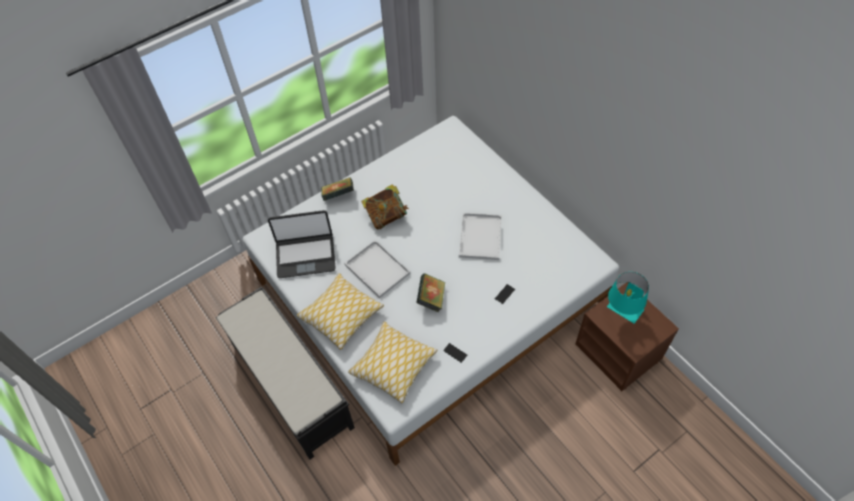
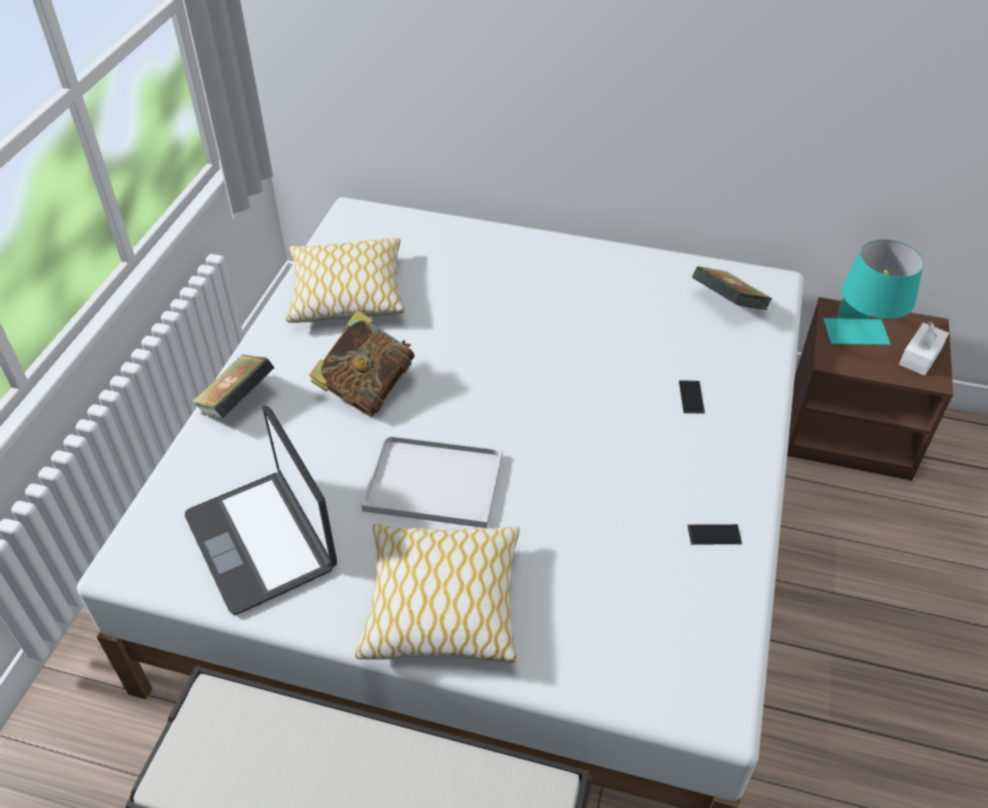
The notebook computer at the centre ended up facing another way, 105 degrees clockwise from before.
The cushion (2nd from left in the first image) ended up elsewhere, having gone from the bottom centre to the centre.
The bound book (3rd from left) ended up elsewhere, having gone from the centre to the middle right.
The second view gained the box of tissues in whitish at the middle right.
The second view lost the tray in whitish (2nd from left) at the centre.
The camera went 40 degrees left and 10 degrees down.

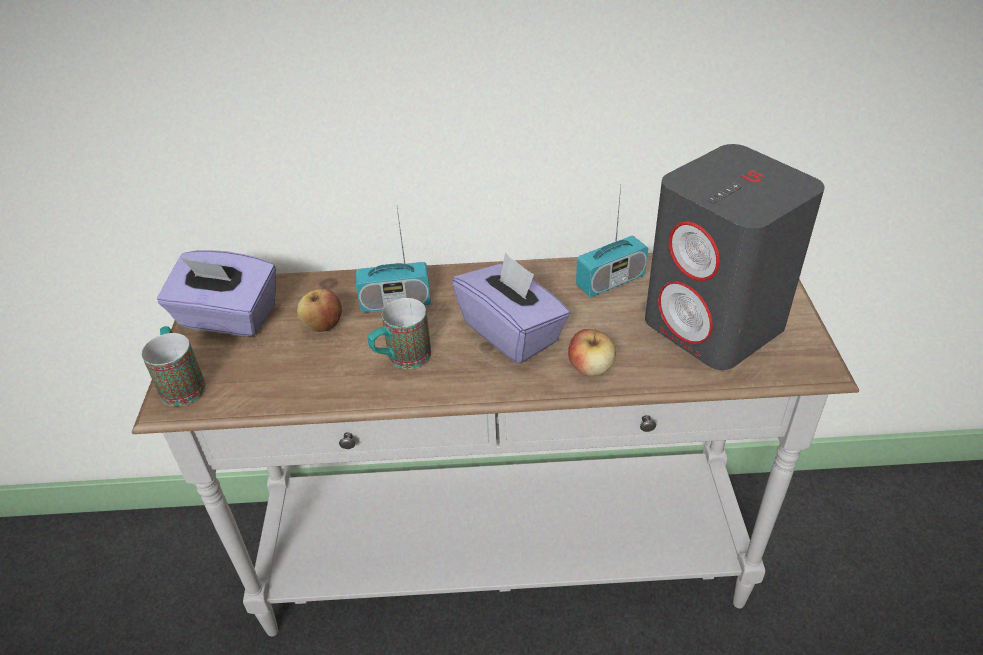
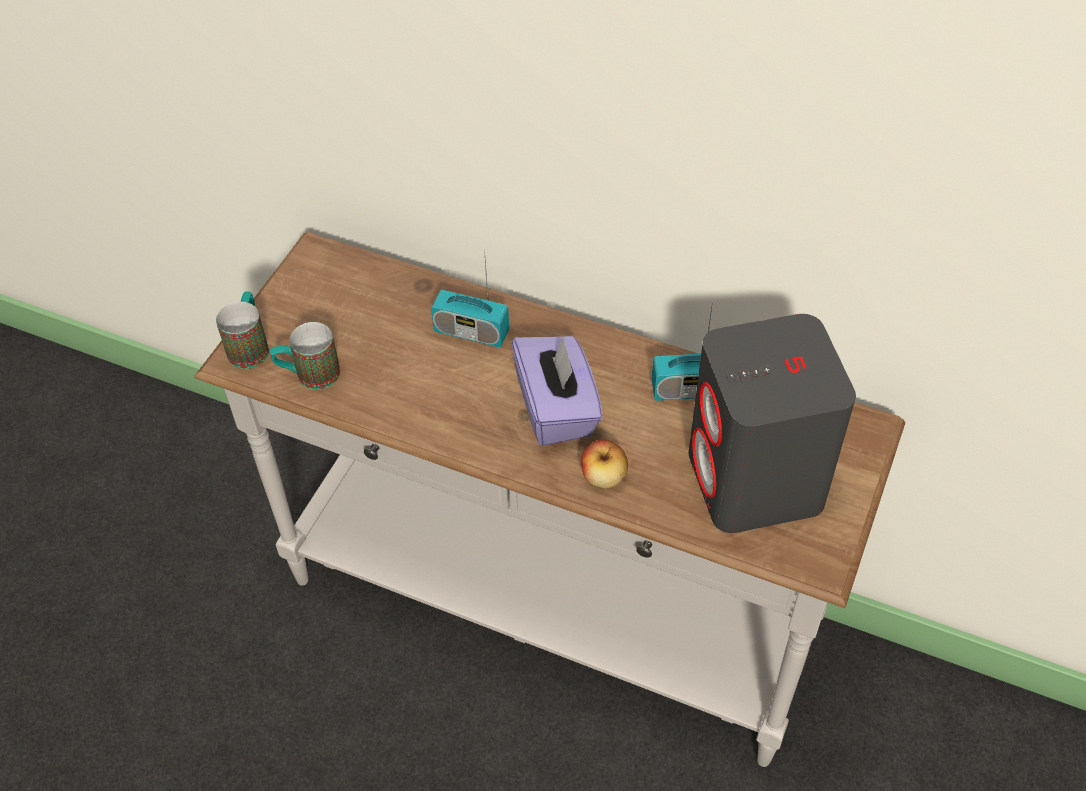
The mug (2nd from left) ended up elsewhere, having gone from the centre to the middle left.
The second view lost the box of tissues in purple (1st from left) at the middle left.
The second view lost the whole apple (1st from left) at the middle left.
The camera went 25 degrees right and 10 degrees up.

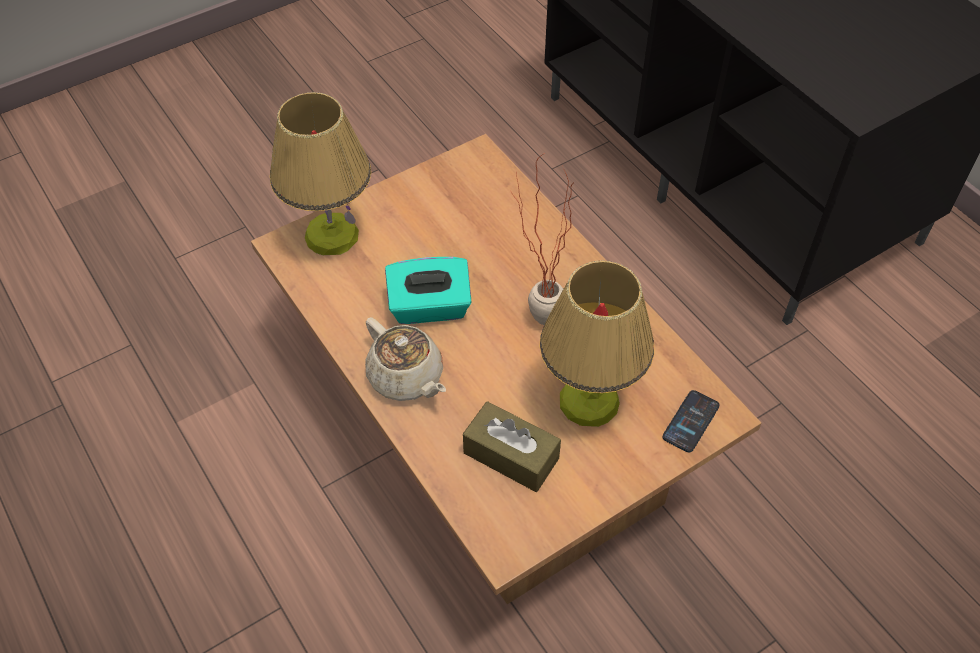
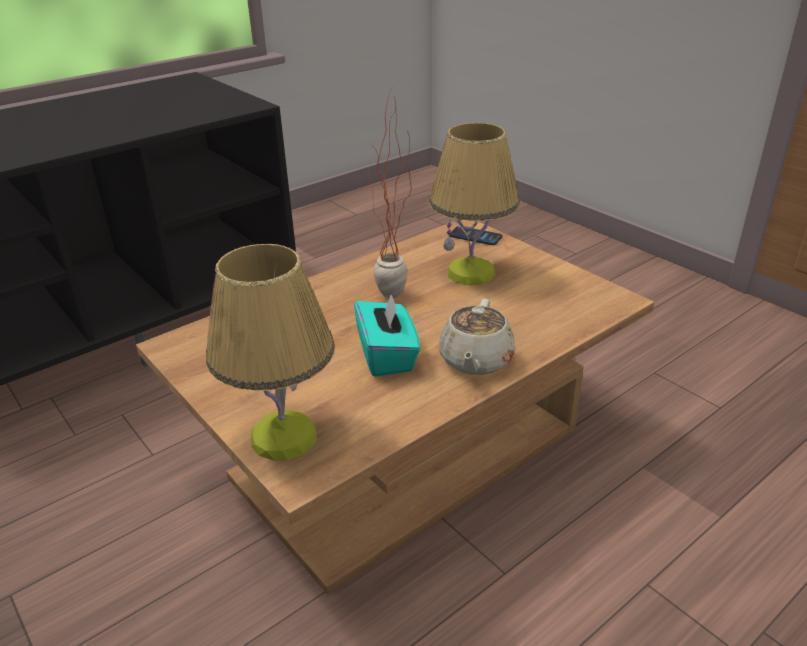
The teapot in sand-coloured at the centre ended up facing another way, 150 degrees clockwise from before.
The second view lost the box of tissues in brownish at the bottom centre.
The camera went 95 degrees left and 20 degrees down.

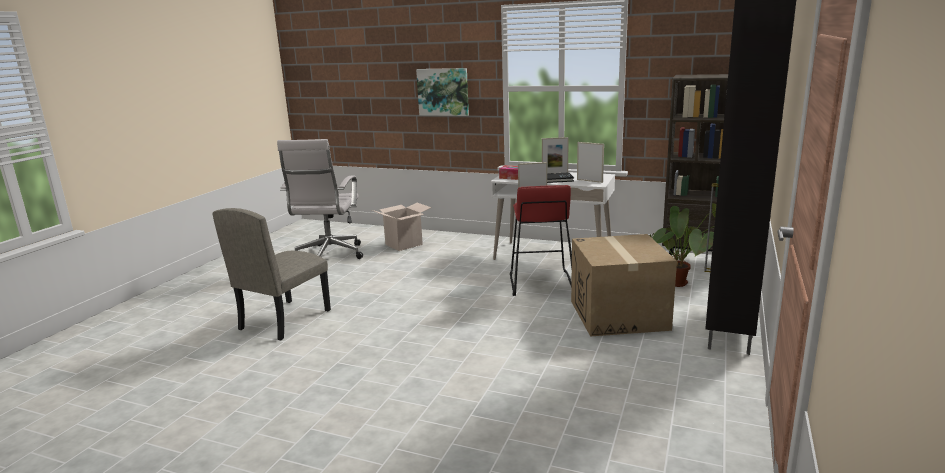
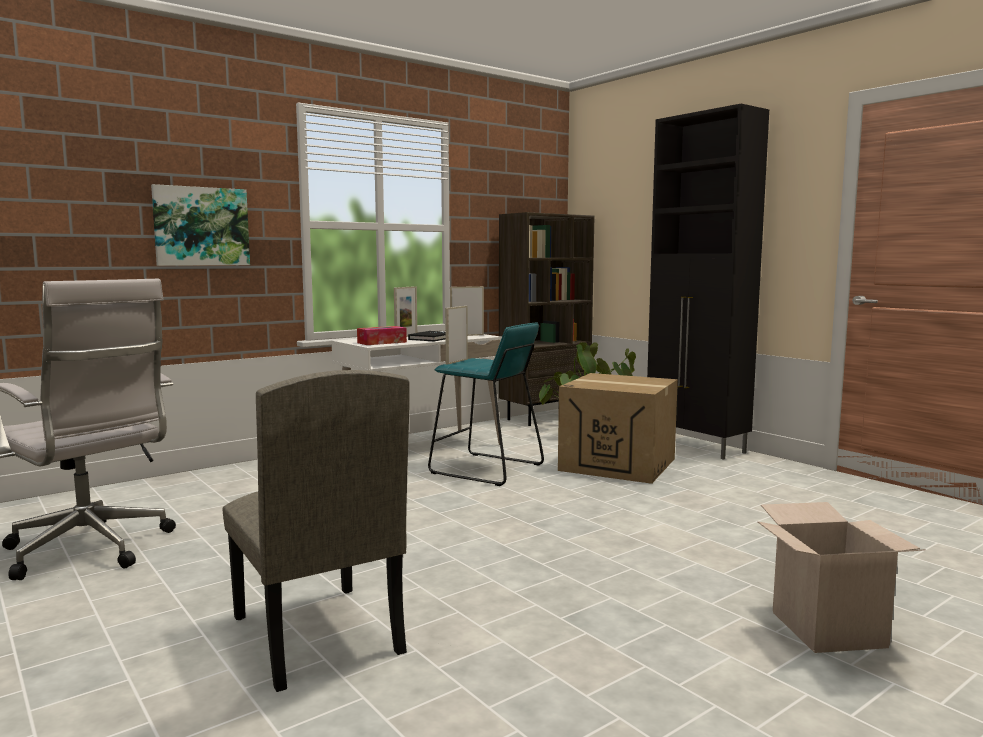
What was the sitting stool in red at the centre turned into the sitting stool in turquoise at the centre.
The packing box (1st from left in the first image) ended up elsewhere, having gone from the centre to the bottom right.
The camera went 60 degrees left and 10 degrees down.

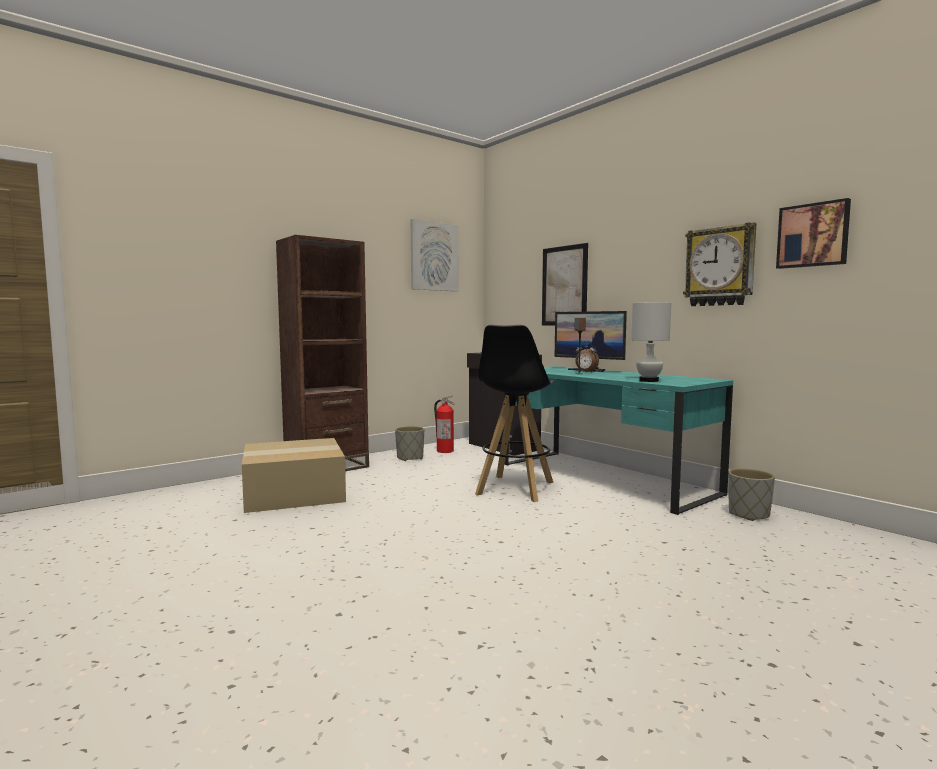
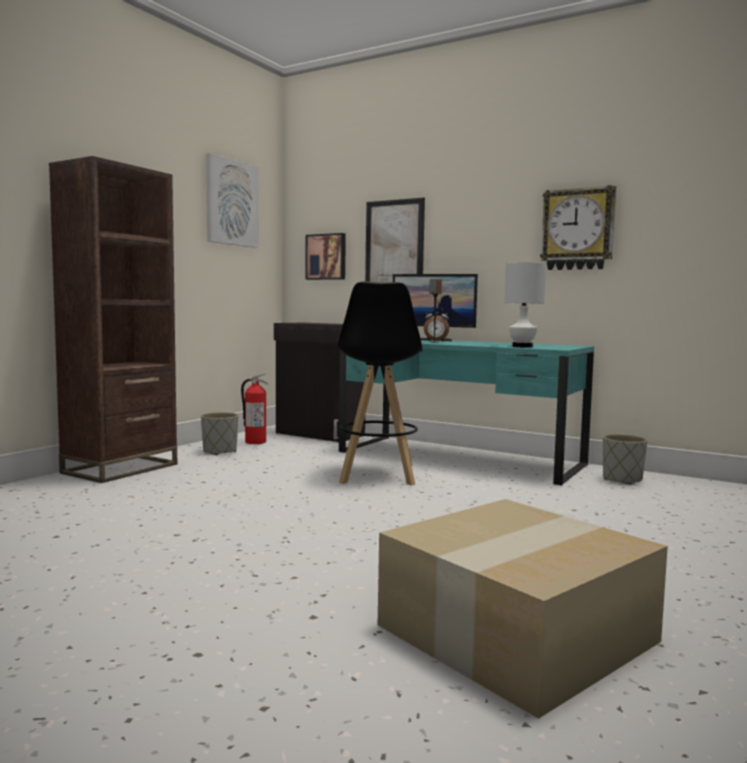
The wall art (3rd from left in the first image) ended up elsewhere, having gone from the top right to the centre.
The packing box ended up elsewhere, having gone from the middle left to the bottom right.
The camera went 20 degrees left and 0 degrees up.

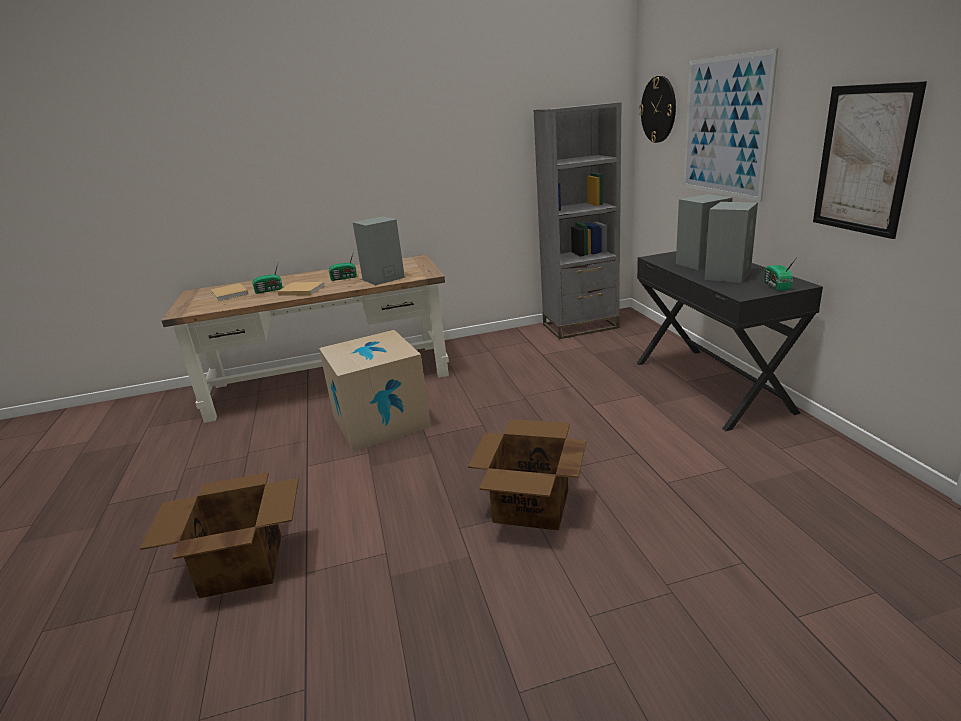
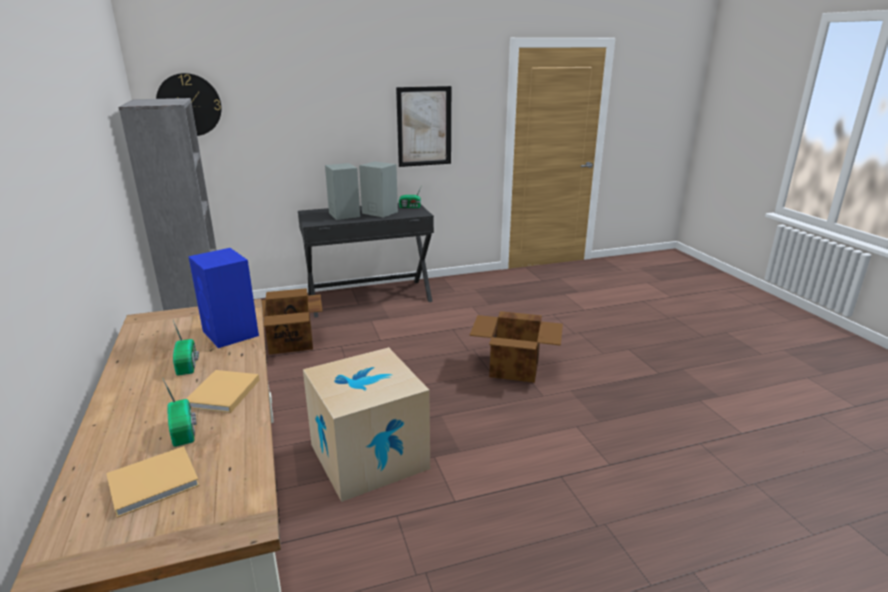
What was the speaker in grey (1st from left) at the centre turned into the speaker in blue at the middle left.
The packing box (1st from left) ended up elsewhere, having gone from the bottom left to the middle left.
The second view lost the wall art (1st from left) at the top right.
The camera went 95 degrees left and 0 degrees up.

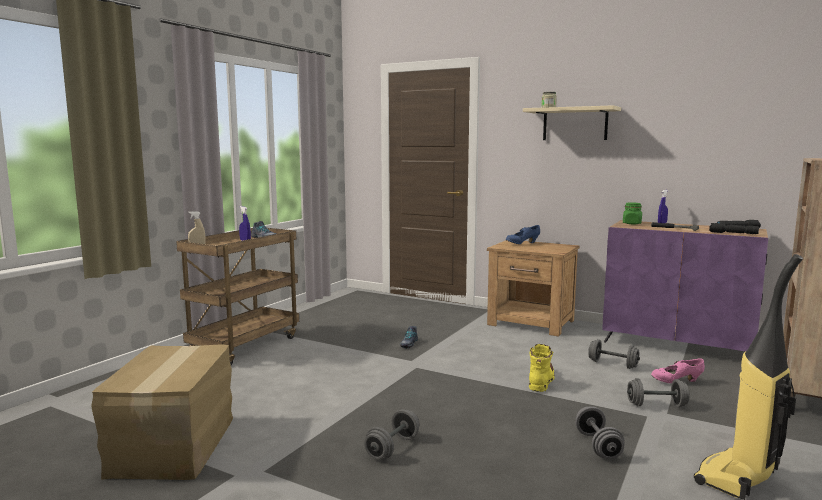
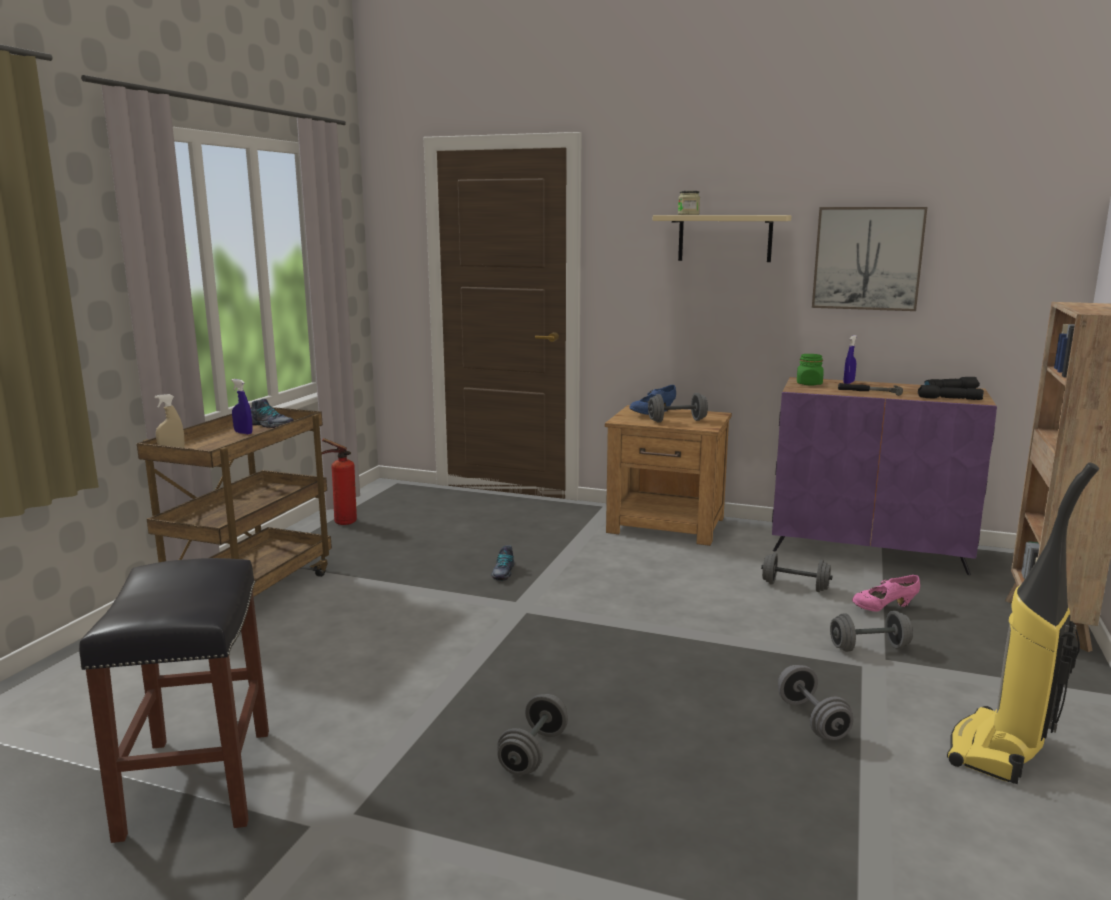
Where the packing box stood at the bottom left, the sitting stool in black-coloured came to stand at the bottom left.
The second view gained the fire extinguisher at the middle left.
The second view gained the free weight in grey (2nd from left) at the centre.
The second view gained the wall art at the top right.
The second view lost the tall boot in yellowish at the bottom centre.
The camera went 10 degrees left and 5 degrees up.

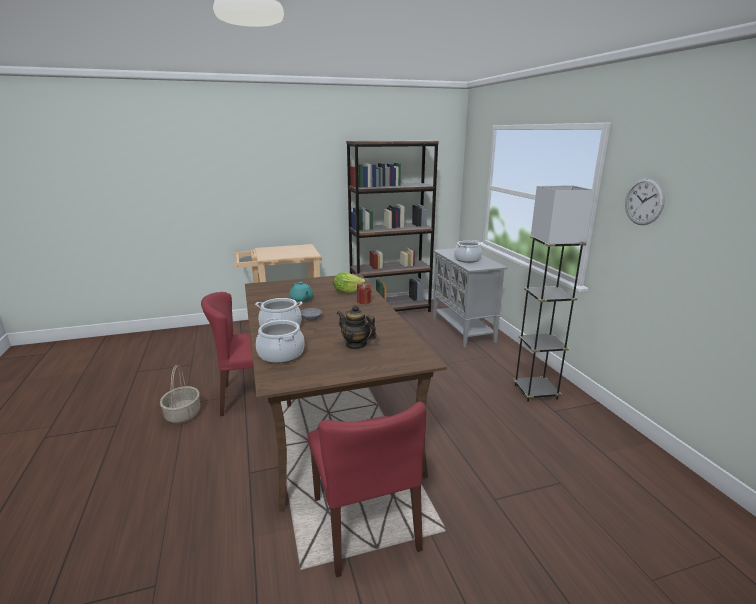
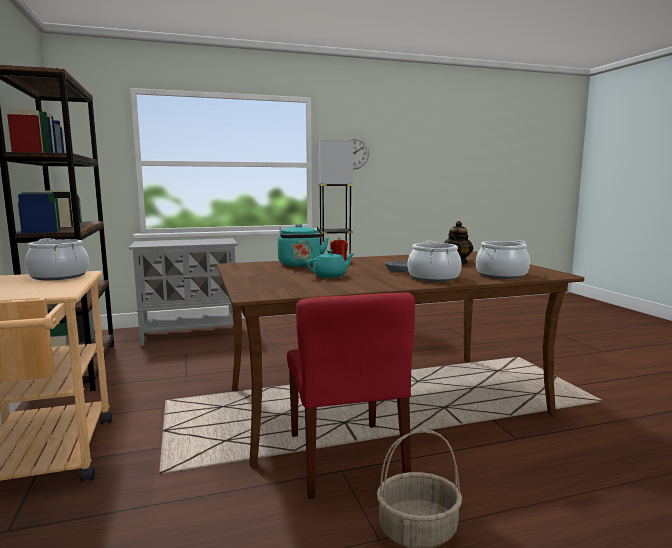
The saucepot (3rd from left in the first image) ended up elsewhere, having gone from the centre to the middle left.
Where the head of lettuce stood at the centre, the water kettle in turquoise came to stand at the centre.
The second view lost the chair in red (2nd from left) at the bottom centre.
The camera went 90 degrees left and 10 degrees down.

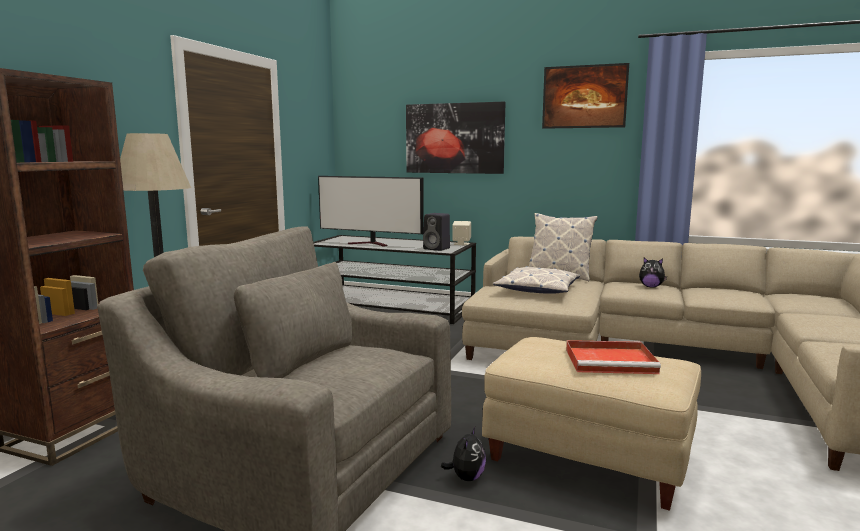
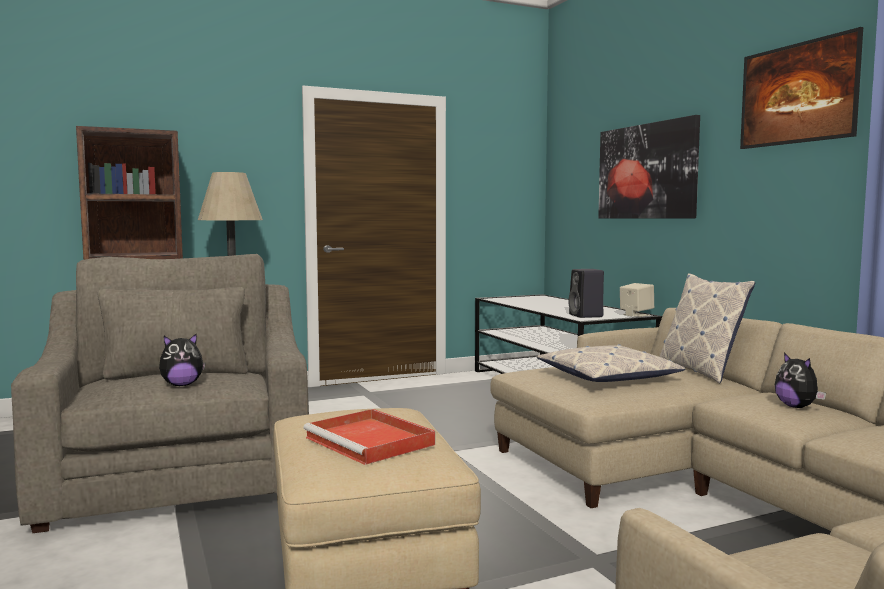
The plush toy (1st from left) ended up elsewhere, having gone from the bottom centre to the middle left.
The second view lost the television at the centre.
The camera went 45 degrees right and 5 degrees down.

